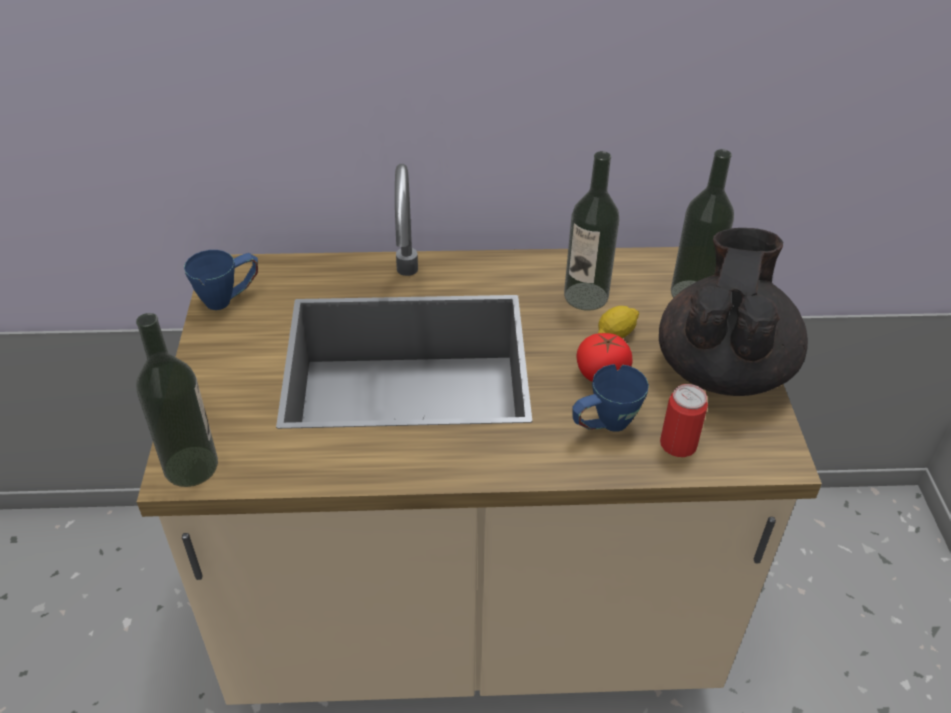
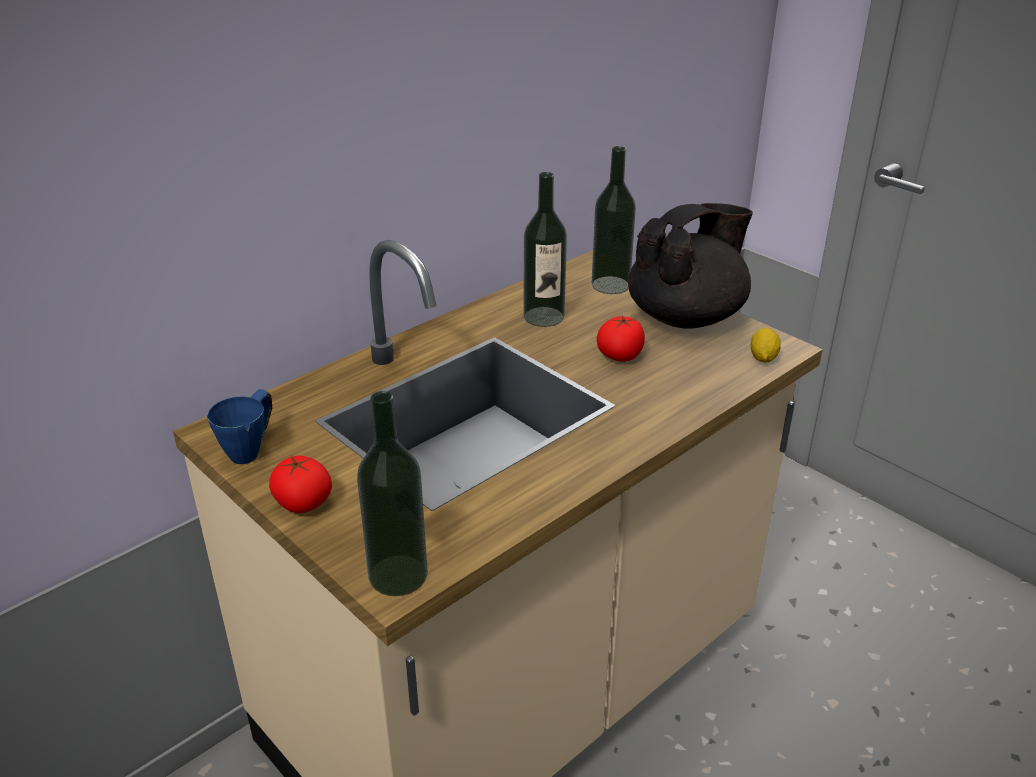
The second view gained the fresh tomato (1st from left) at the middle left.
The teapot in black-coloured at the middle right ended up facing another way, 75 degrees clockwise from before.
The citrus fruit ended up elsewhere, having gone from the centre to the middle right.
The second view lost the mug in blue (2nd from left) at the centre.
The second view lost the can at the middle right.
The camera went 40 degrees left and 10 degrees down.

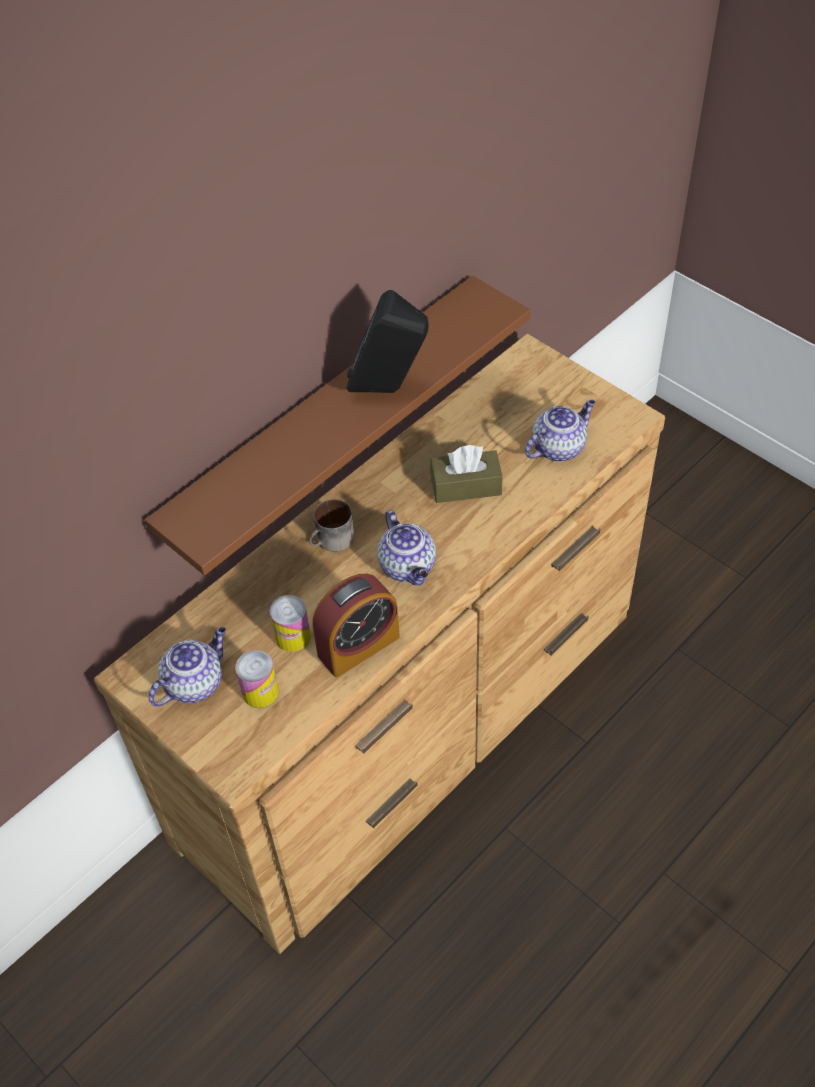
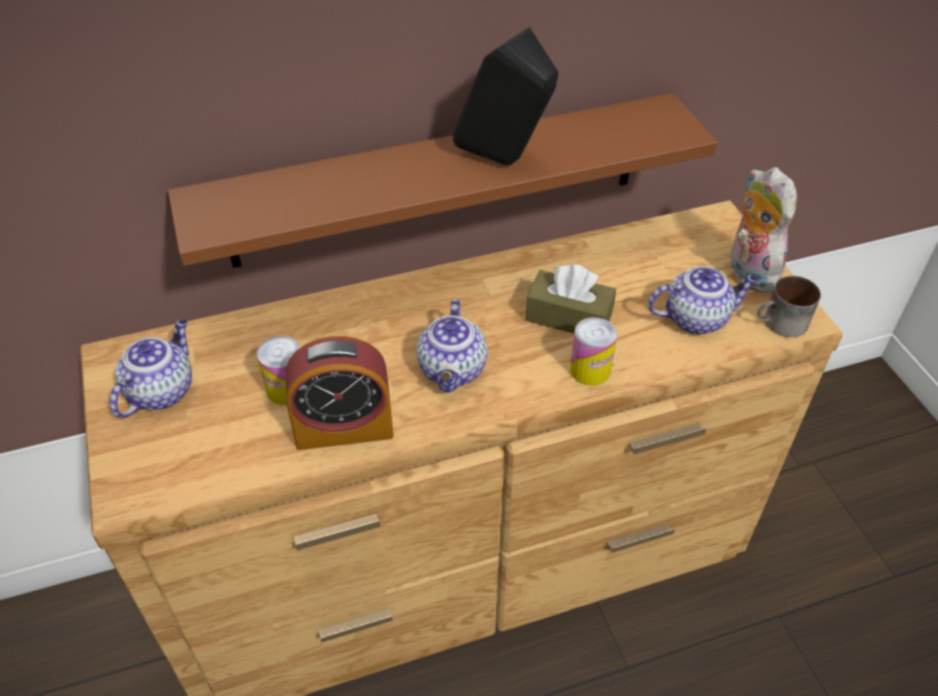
The teapot (1st from left) at the middle left ended up facing another way, 45 degrees counterclockwise from before.
The can (1st from left in the first image) ended up elsewhere, having gone from the middle left to the centre.
The second view gained the plush toy at the top right.
The mug ended up elsewhere, having gone from the centre to the middle right.
The camera went 25 degrees right and 5 degrees down.

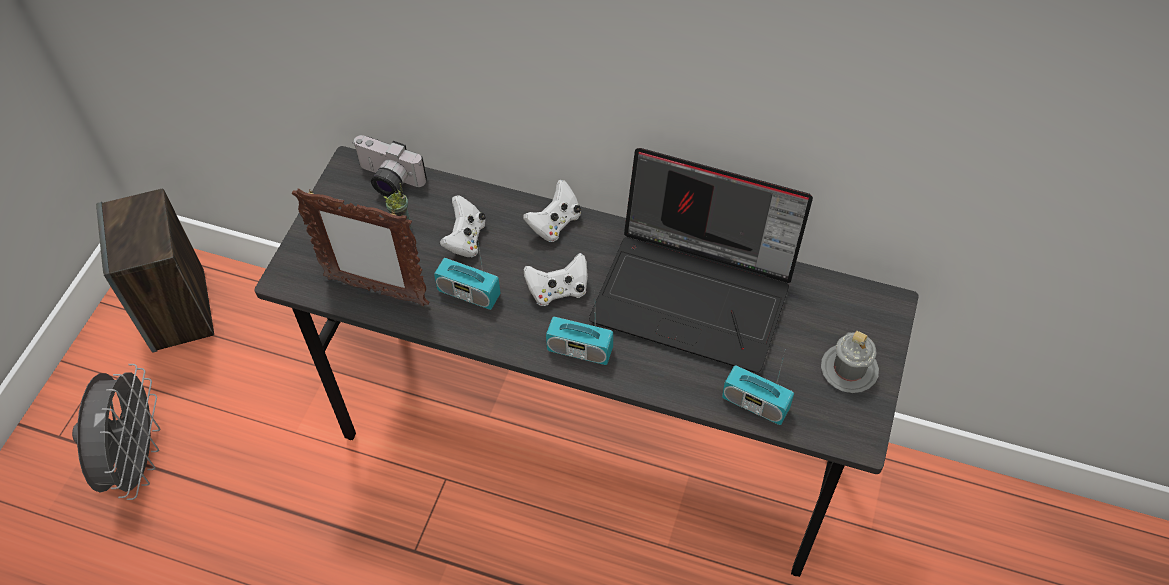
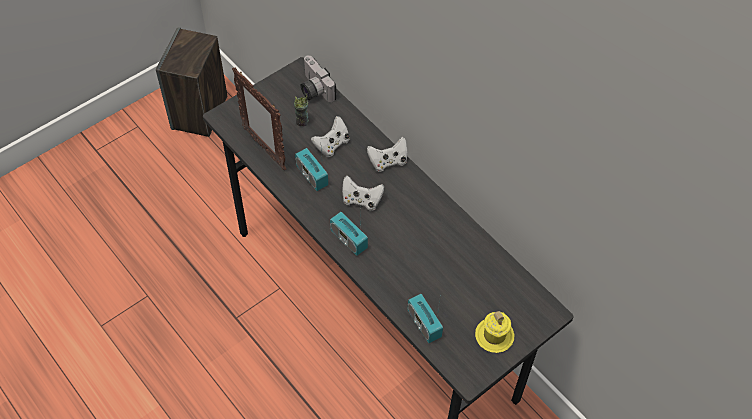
What was the mug in grey at the middle right turned into the mug in yellowish at the bottom centre.
The second view lost the cooling fan in grey at the bottom left.
The second view lost the notebook computer at the centre.
The camera went 30 degrees right and 0 degrees up.

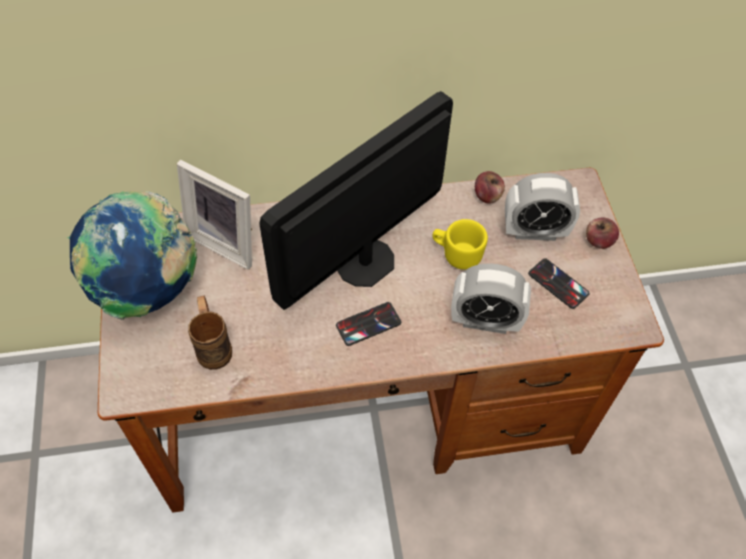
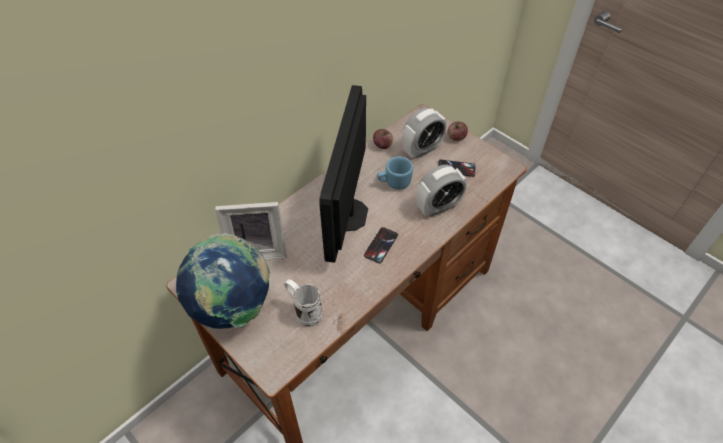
What was the mug in brownish at the middle left turned into the mug in whitish at the bottom centre.
What was the mug in yellowish at the centre turned into the mug in blue at the centre.
The camera went 35 degrees left and 5 degrees down.

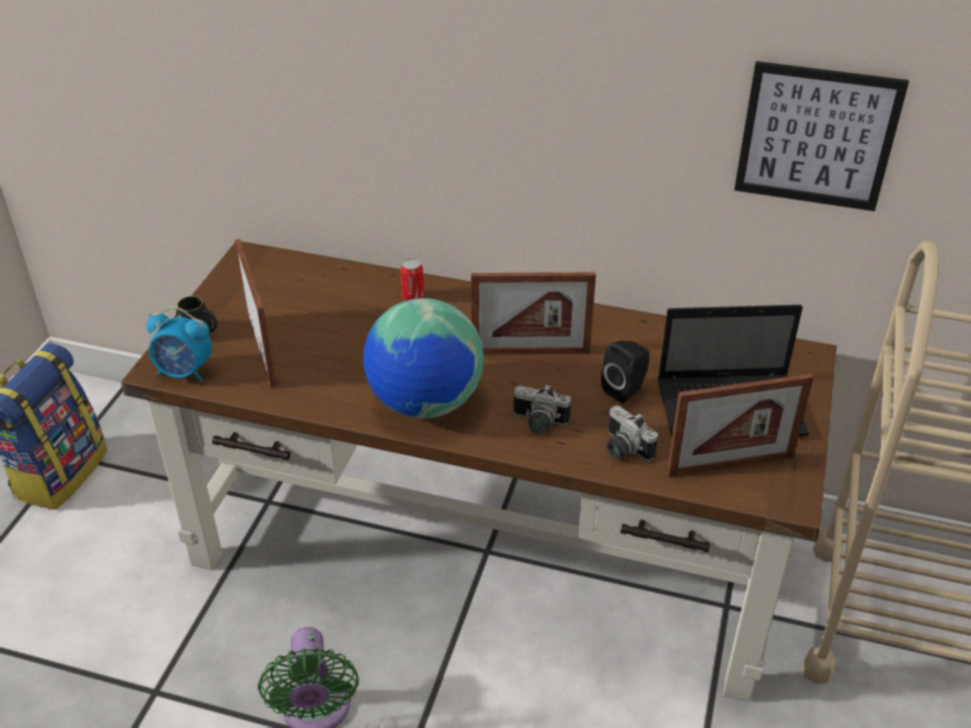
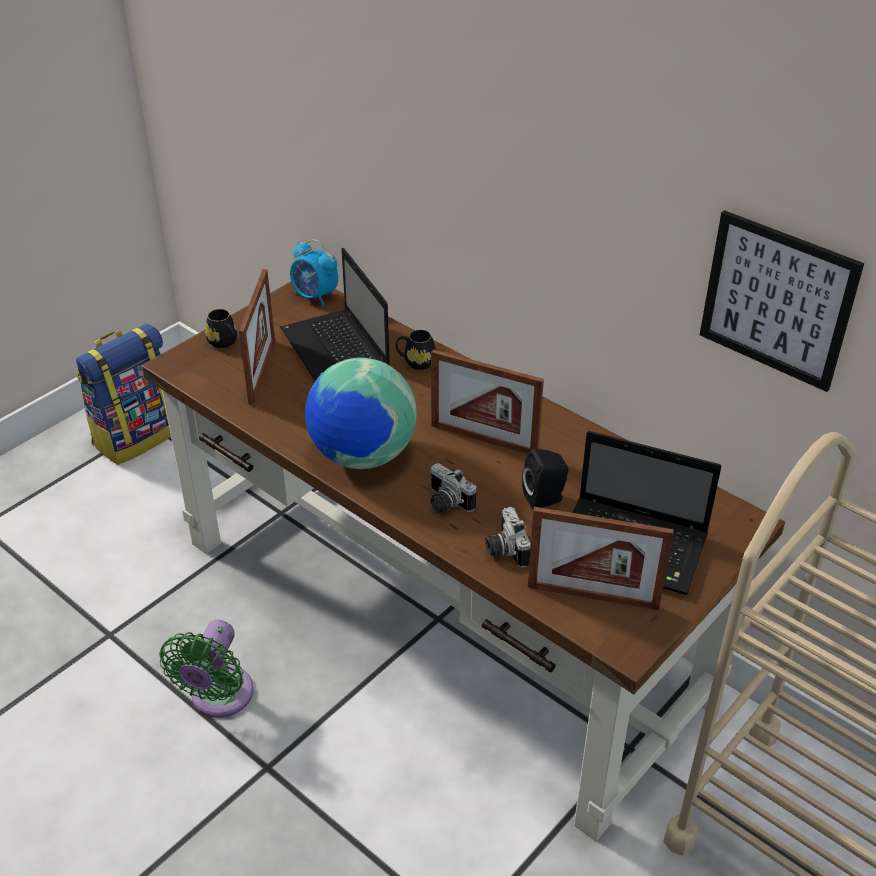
The second view gained the notebook computer (1st from left) at the centre.
The bedside clock ended up elsewhere, having gone from the middle left to the top centre.
Where the can stood at the centre, the mug in black-coloured (2nd from left) came to stand at the centre.
The camera went 25 degrees right and 0 degrees up.

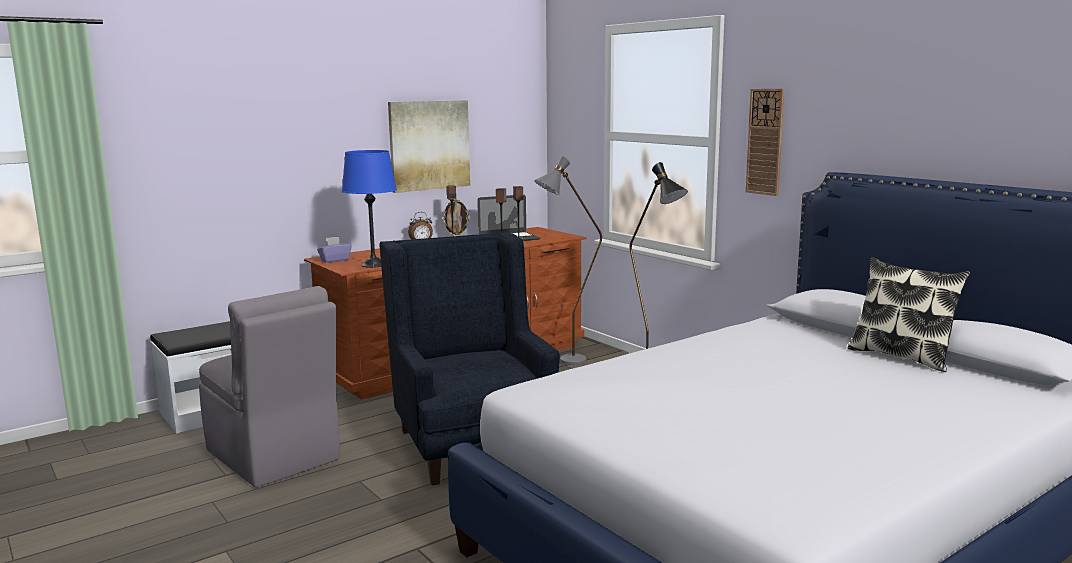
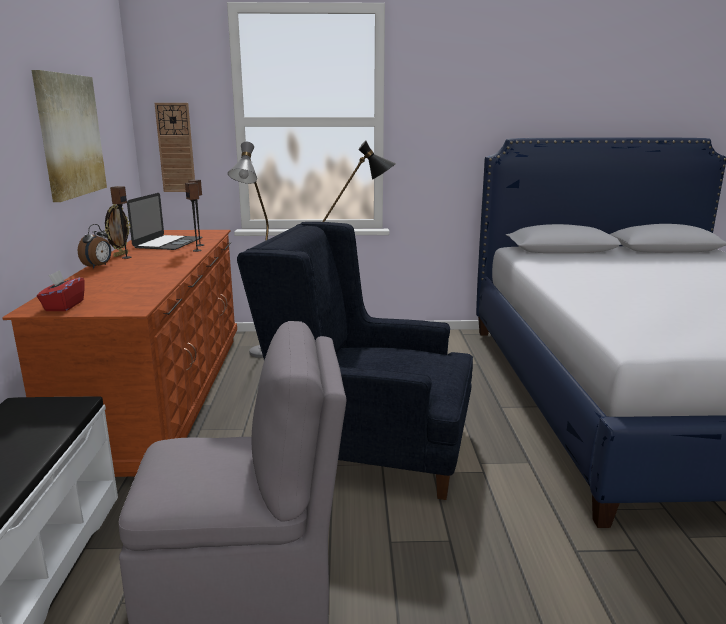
What was the box of tissues in purple at the middle left turned into the box of tissues in red at the middle left.
The hanging clock ended up elsewhere, having gone from the top right to the top left.
The second view lost the tabletop lamp in blue at the centre.
The second view lost the cushion at the middle right.
The camera went 55 degrees left and 5 degrees up.

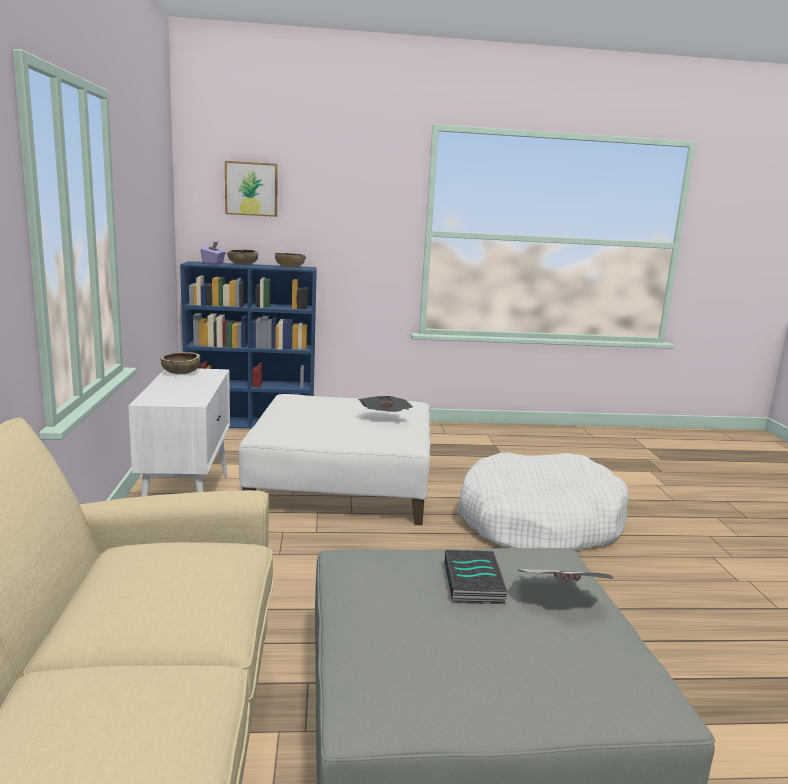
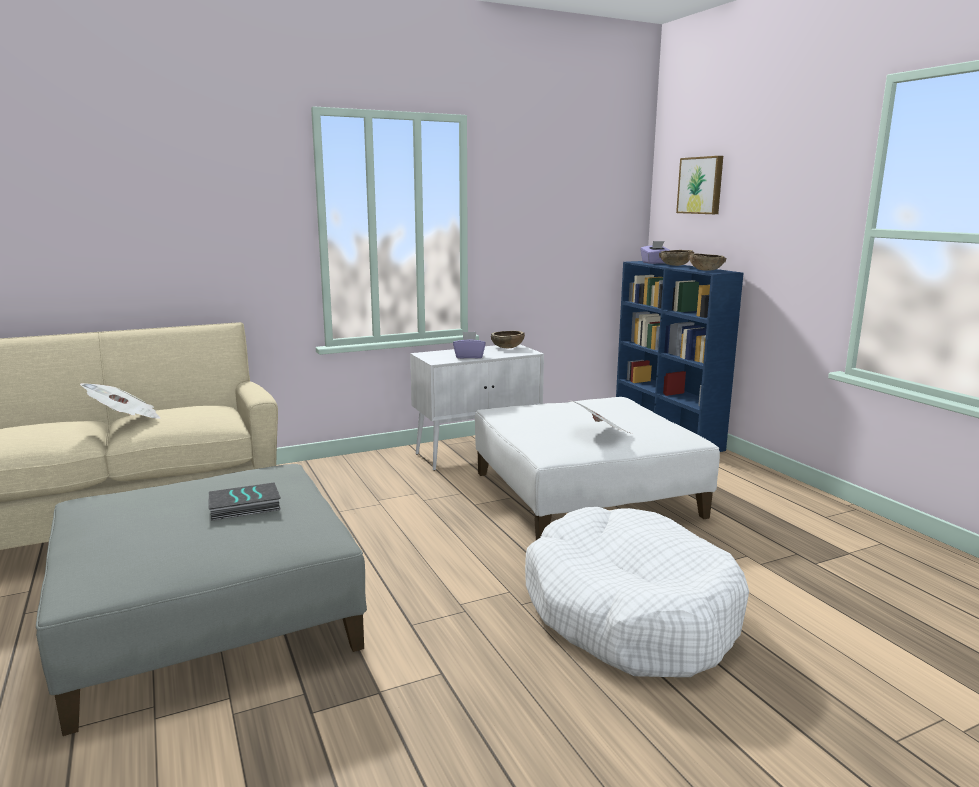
The daily paper (2nd from left in the first image) ended up elsewhere, having gone from the bottom right to the middle left.
The second view gained the box of tissues in purple (1st from left) at the centre.
The camera went 70 degrees right and 0 degrees up.

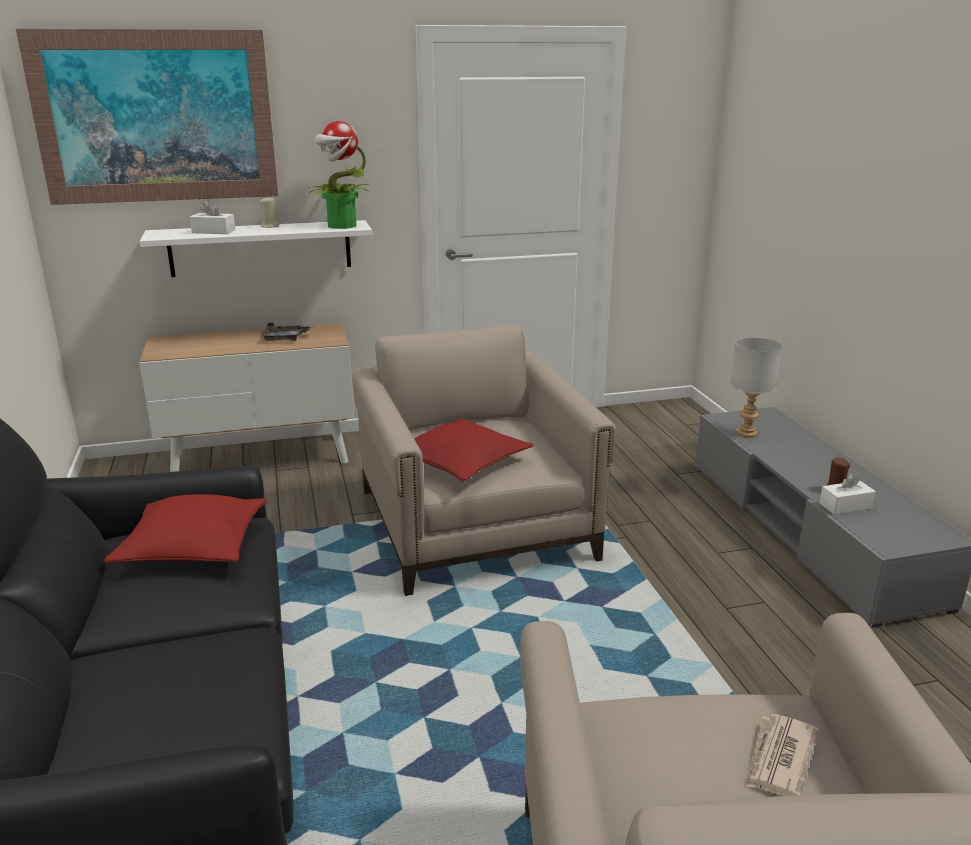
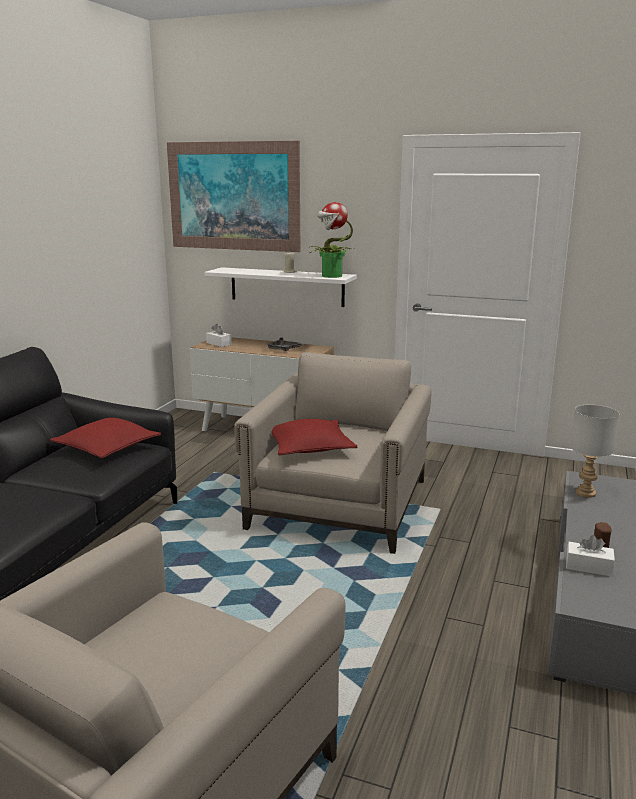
The box of tissues in whitish (1st from left) ended up elsewhere, having gone from the top left to the centre.
The second view lost the daily paper at the bottom right.
The camera went 35 degrees right and 5 degrees down.

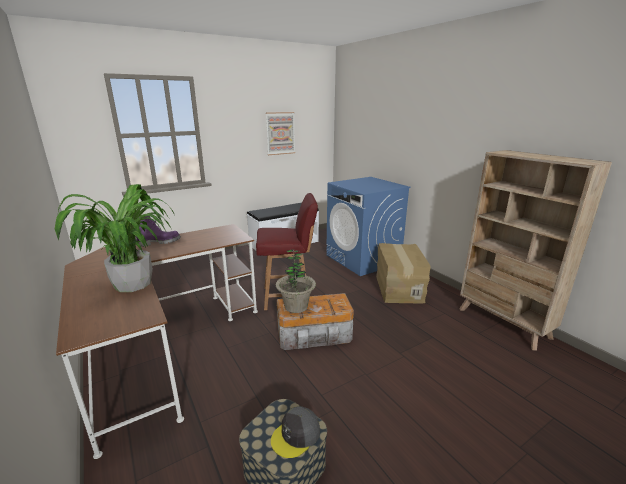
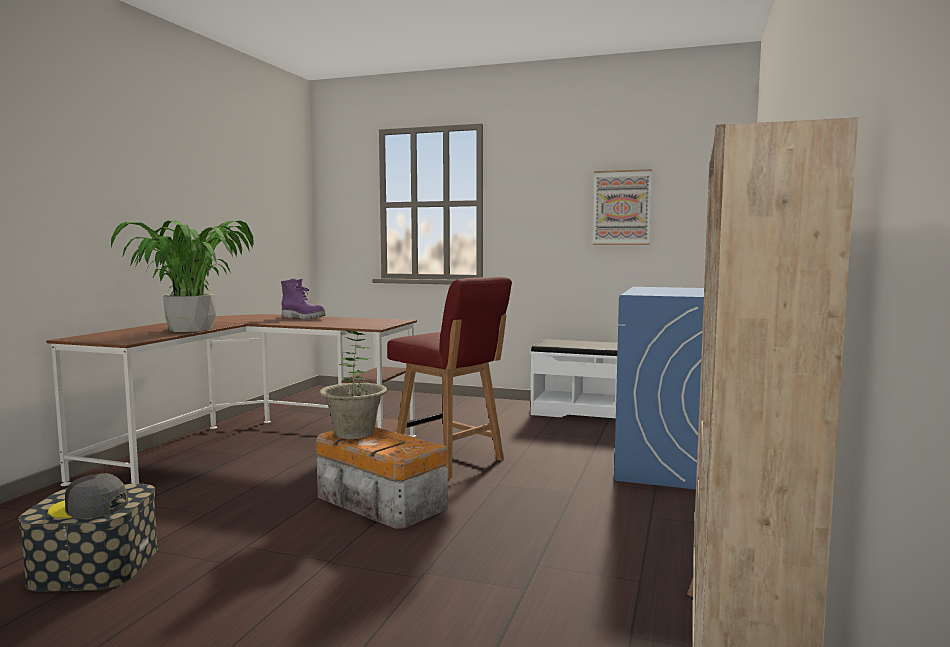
The second view lost the packing box at the centre.
The camera went 50 degrees right and 15 degrees down.

